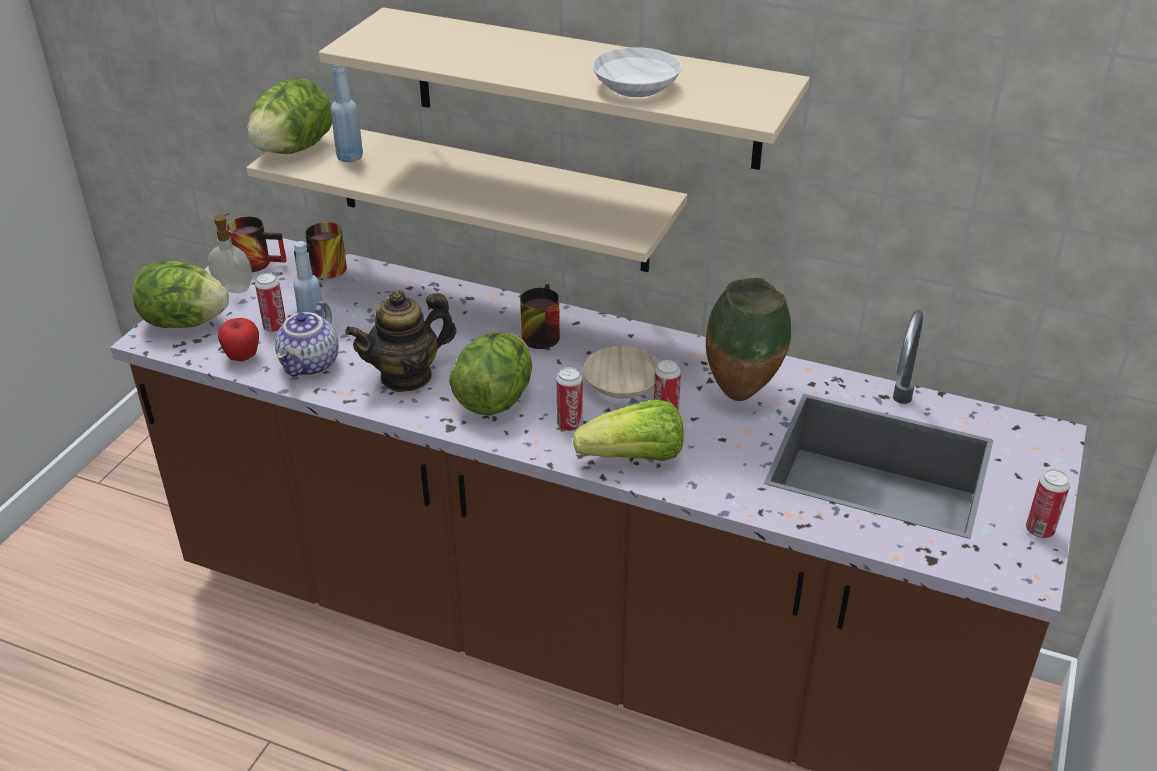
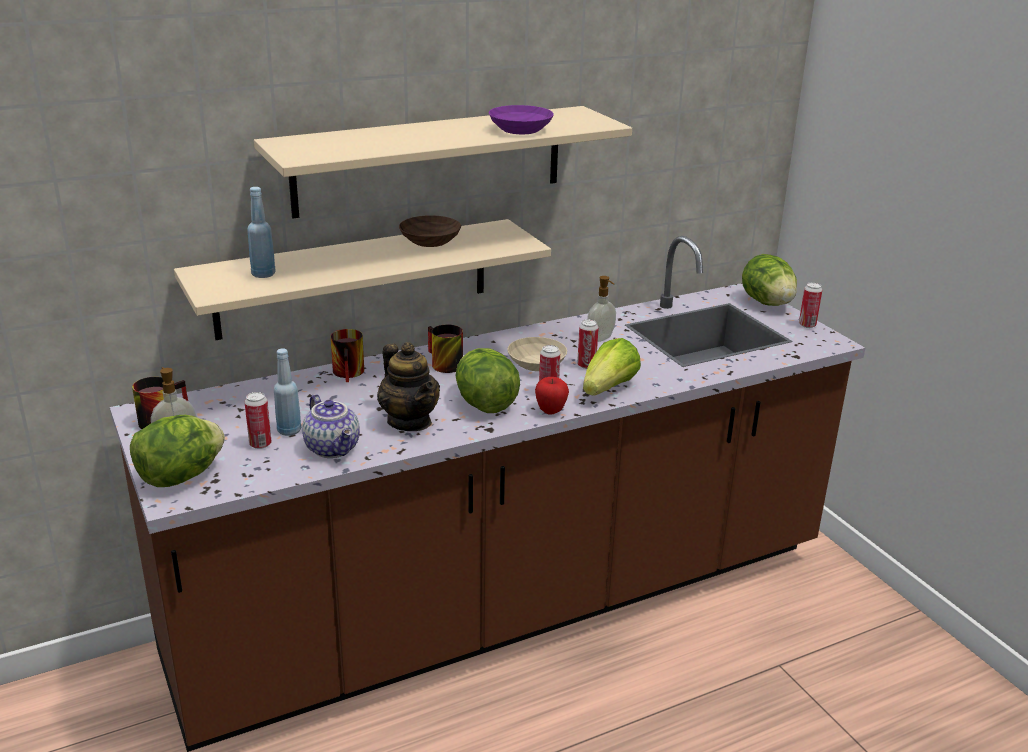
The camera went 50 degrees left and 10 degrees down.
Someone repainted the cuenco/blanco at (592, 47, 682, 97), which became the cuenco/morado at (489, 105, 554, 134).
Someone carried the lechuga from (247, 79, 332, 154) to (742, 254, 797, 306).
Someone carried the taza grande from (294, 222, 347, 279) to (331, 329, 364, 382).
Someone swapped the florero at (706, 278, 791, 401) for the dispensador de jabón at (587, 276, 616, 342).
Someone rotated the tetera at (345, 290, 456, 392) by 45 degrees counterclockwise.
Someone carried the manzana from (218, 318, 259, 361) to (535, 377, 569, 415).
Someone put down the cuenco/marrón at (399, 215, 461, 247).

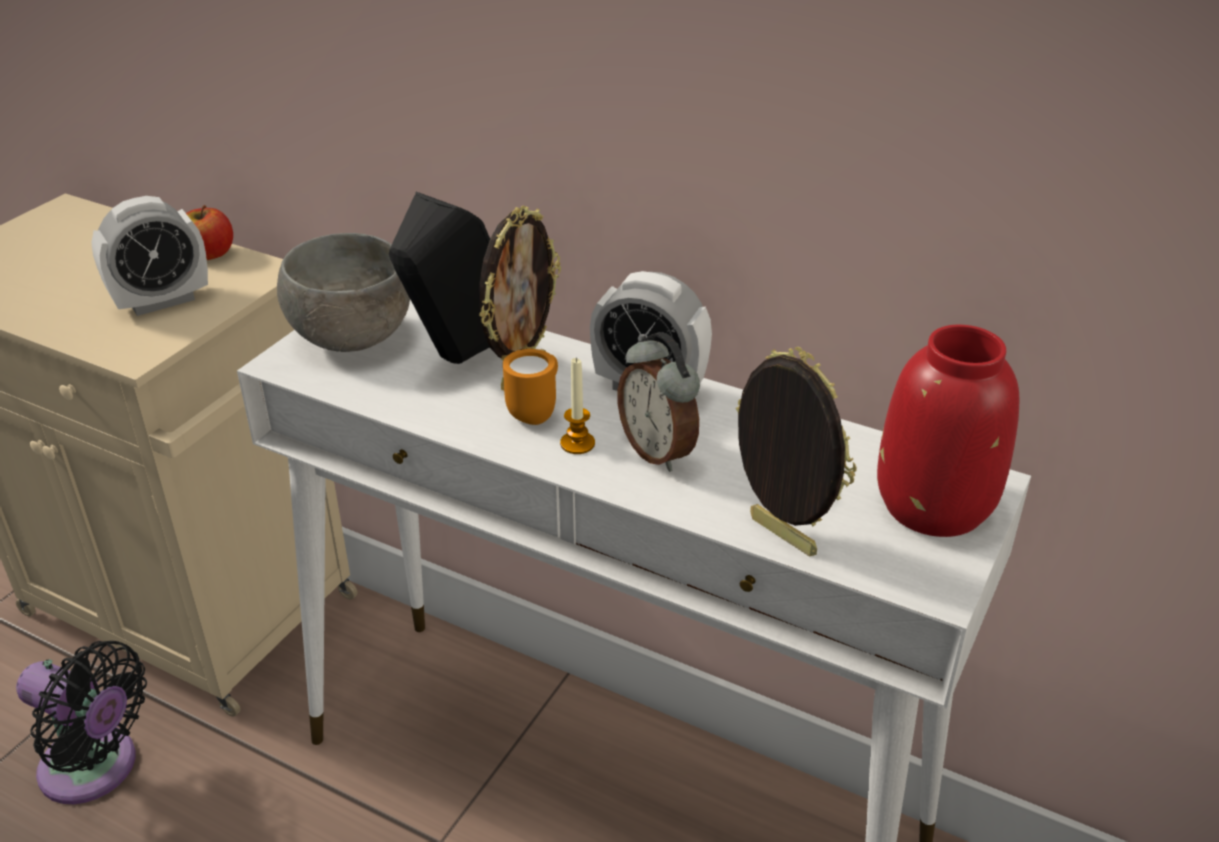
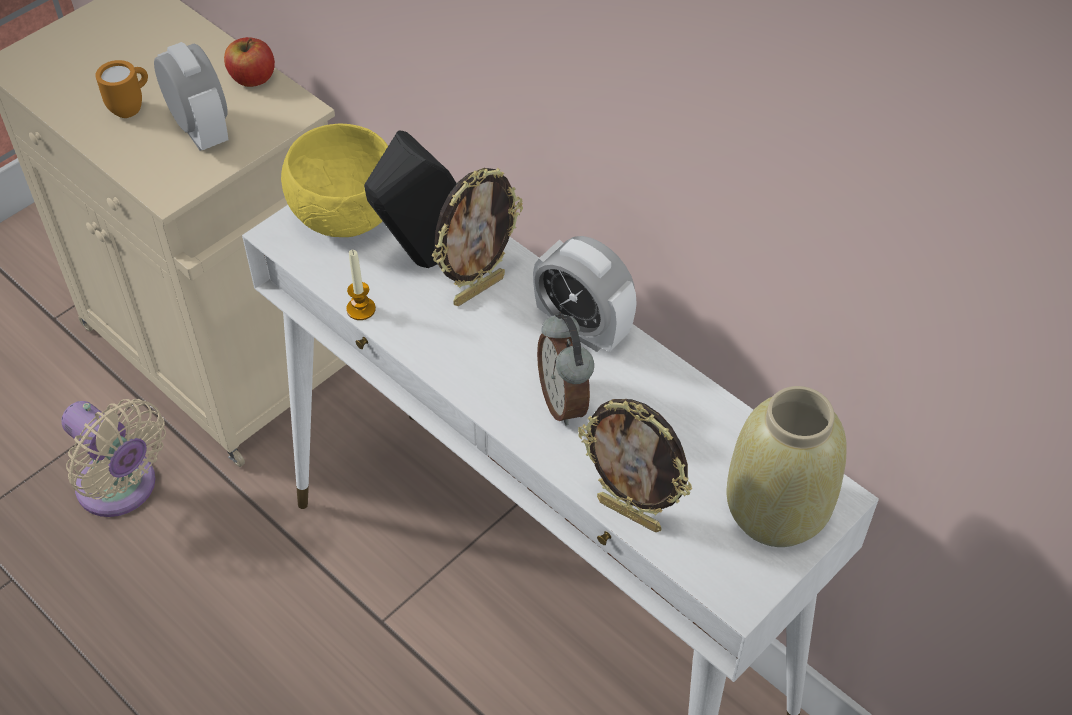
The camera went 15 degrees right and 15 degrees up.
Someone rotated the despertador at (91, 196, 208, 316) by 105 degrees counterclockwise.
Someone repainted the cuenco/gris at (277, 233, 410, 352), which became the cuenco/amarillo at (281, 124, 388, 237).
Someone repainted the florero/rojo at (877, 325, 1019, 537), which became the florero/beis at (726, 386, 846, 547).
Someone rotated the portarretratos at (736, 347, 857, 557) by 150 degrees clockwise.
Someone carried the taza grande/naranja from (503, 349, 558, 425) to (95, 60, 148, 118).
Someone carried the vela from (560, 357, 595, 454) to (346, 250, 376, 320).
Someone repainted the ventilador/negro at (16, 641, 147, 804), which became the ventilador/beis at (61, 399, 166, 517).

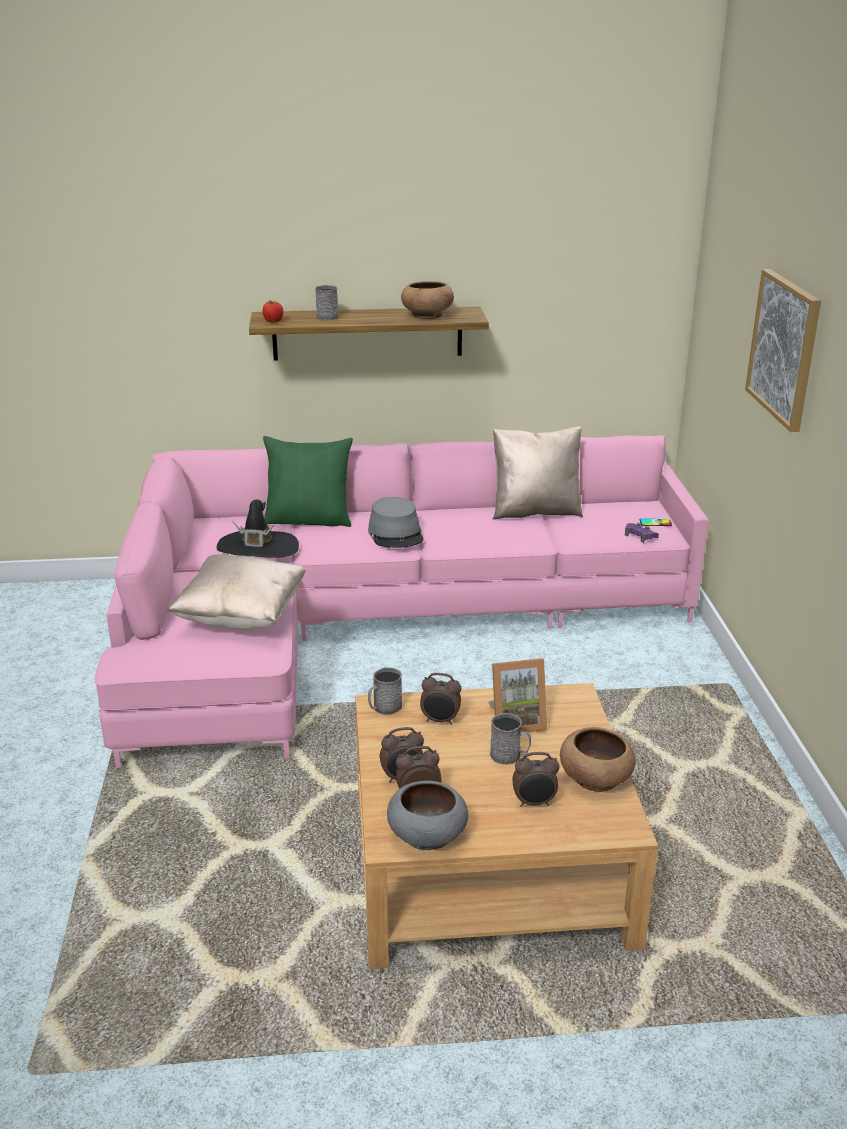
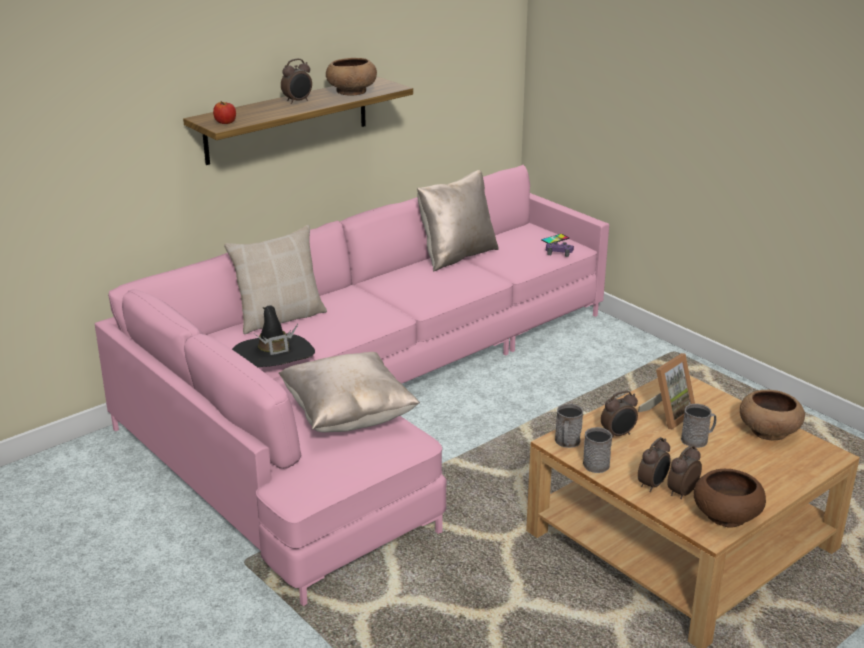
The camera went 35 degrees left and 0 degrees up.
Someone took away the cuadro at (745, 269, 821, 432).
Someone carried the taza grande/gris from (315, 285, 338, 320) to (583, 427, 612, 473).
Someone repainted the cojín/verde at (263, 436, 353, 527), which became the cojín/beis at (224, 225, 327, 334).
Someone took away the sombrero/gris at (368, 497, 424, 548).
Someone carried the despertador from (512, 752, 559, 807) to (281, 59, 312, 104).
Someone repainted the cuenco/gris at (387, 781, 468, 850), which became the cuenco/marrón at (694, 469, 766, 528).

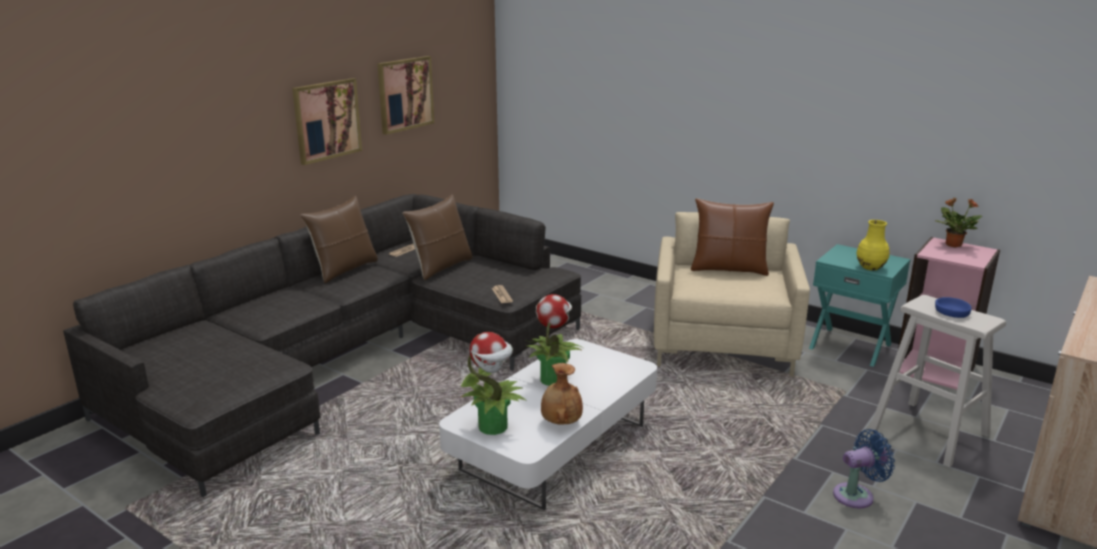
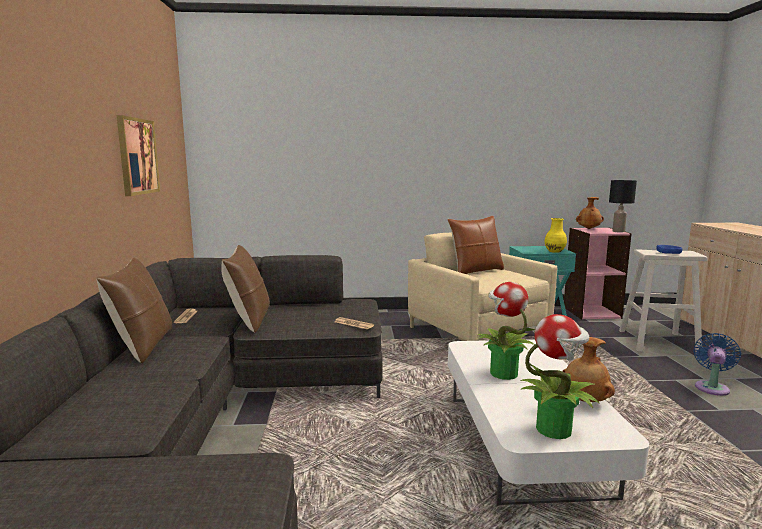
The camera went 40 degrees left and 10 degrees down.
Someone took away the cuadro at (292, 78, 362, 165).
Someone swapped the planta en maceta at (935, 198, 982, 248) for the florero/marrón at (576, 197, 604, 229).
Someone put down the lámpara de mesa/negro at (609, 180, 637, 233).

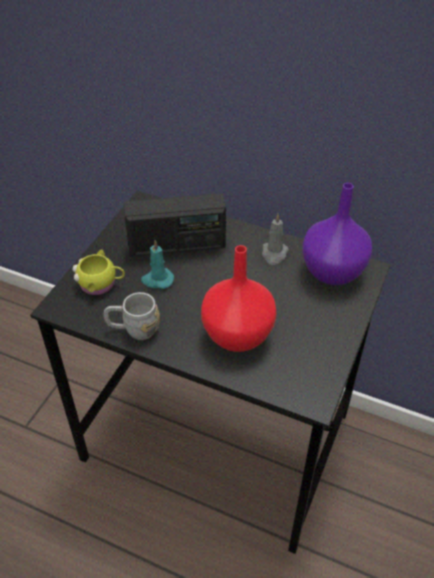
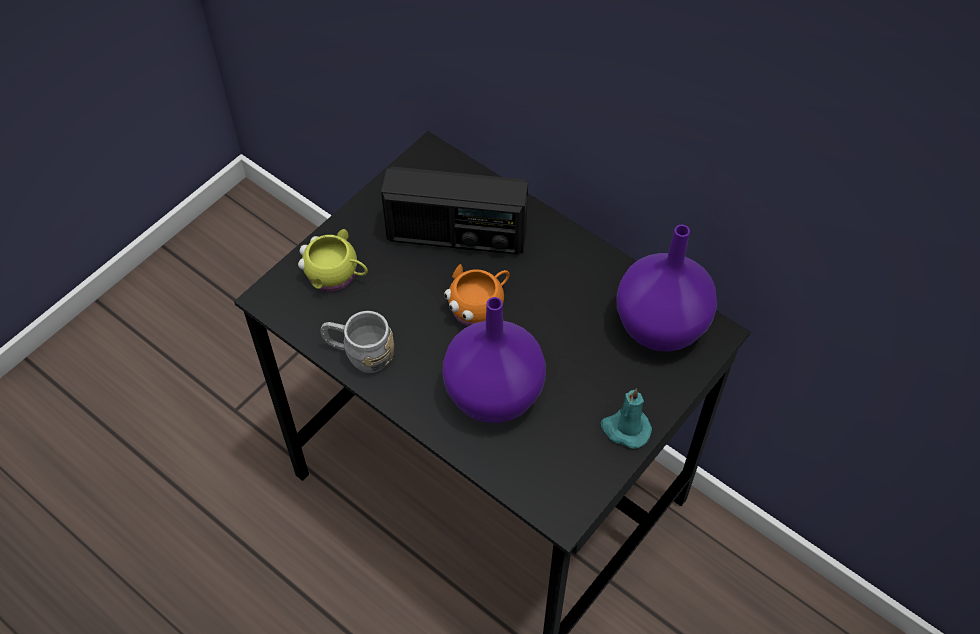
The camera went 15 degrees right and 10 degrees up.
Someone took away the vela/gris at (262, 213, 289, 265).
Someone carried the vela/turquesa from (141, 240, 174, 289) to (601, 388, 652, 449).
Someone repainted the florero/rojo at (201, 245, 276, 352), which became the florero/morado at (443, 297, 546, 423).
Someone put down the taza grande/naranja at (444, 264, 510, 326).

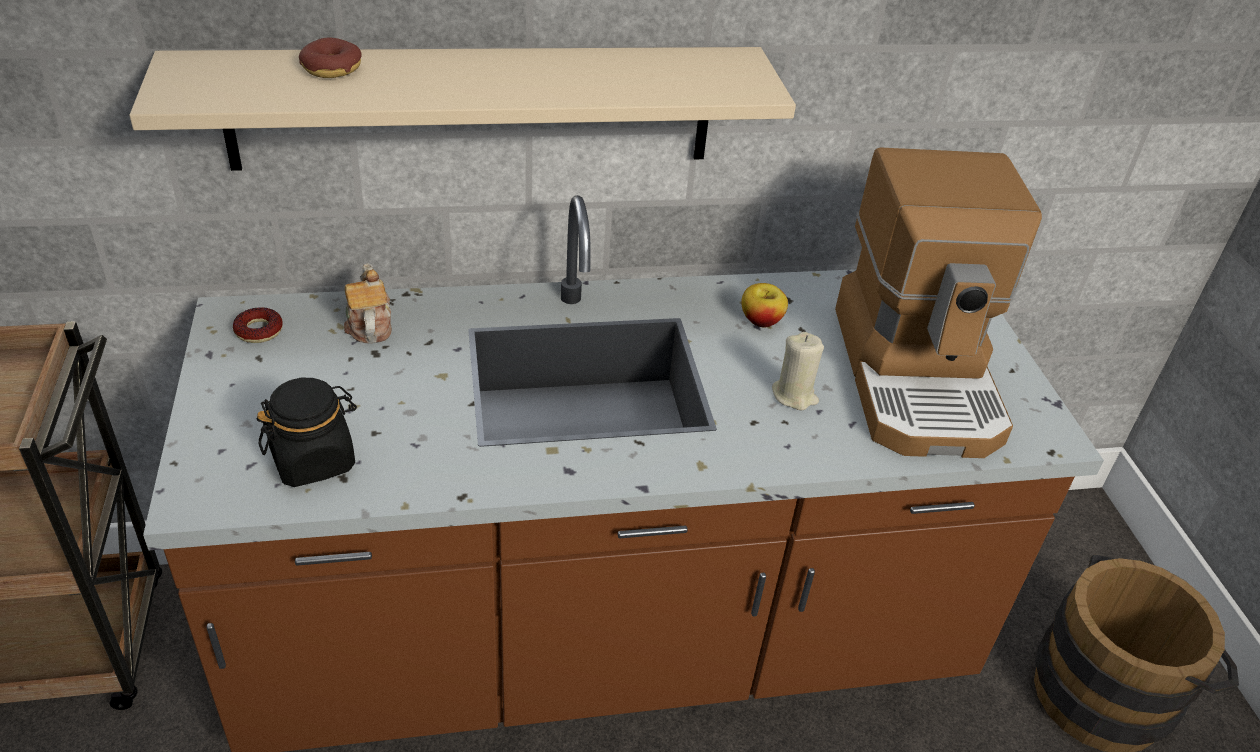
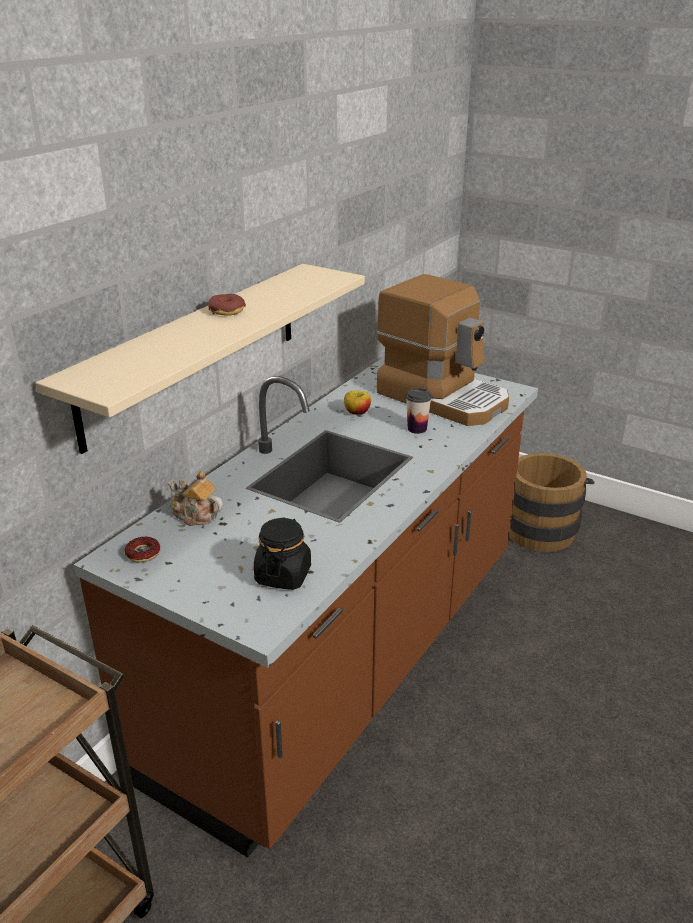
The camera went 45 degrees left and 10 degrees down.
Someone carried the rosquilla from (299, 38, 362, 78) to (208, 294, 246, 316).
Someone swapped the vela/beis at (772, 332, 824, 411) for the taza at (406, 388, 432, 434).

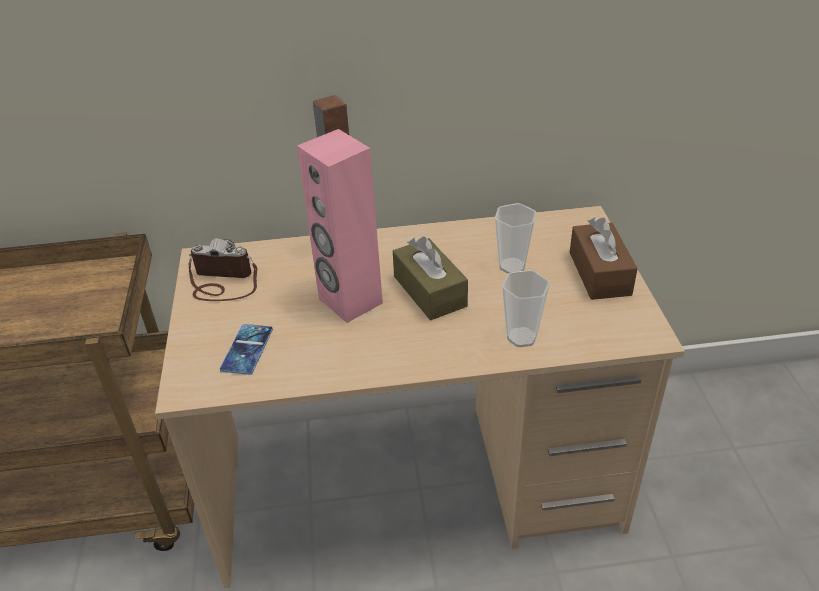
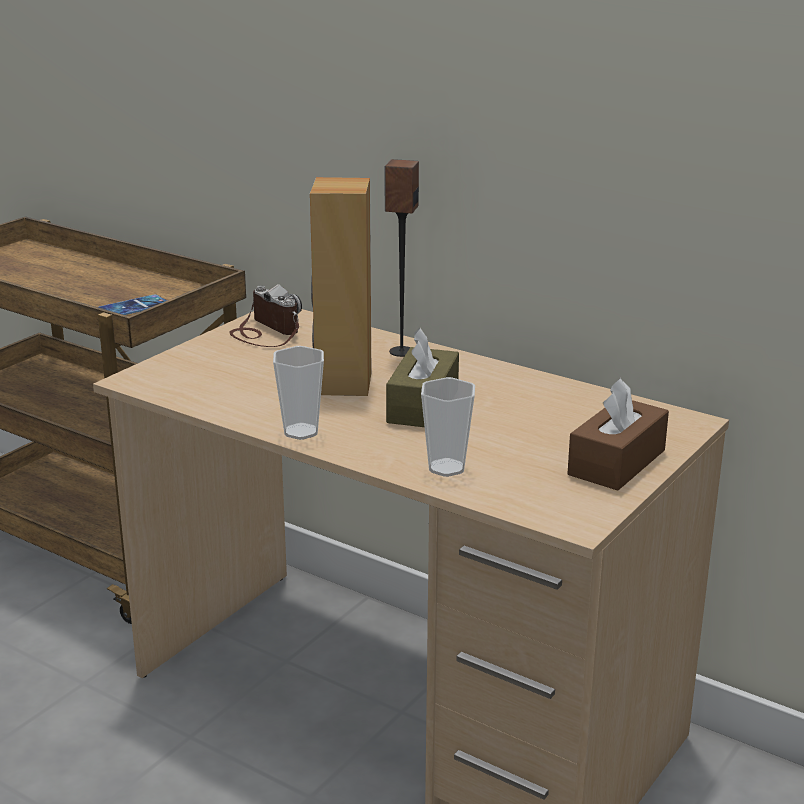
The camera went 40 degrees right and 15 degrees down.
Someone repainted the altavoz/rosa at (297, 129, 383, 323), which became the altavoz/marrón at (310, 177, 371, 396).
Someone carried the taza from (495, 203, 536, 274) to (273, 346, 324, 440).
Someone carried the móvil from (220, 324, 273, 375) to (98, 294, 167, 315).

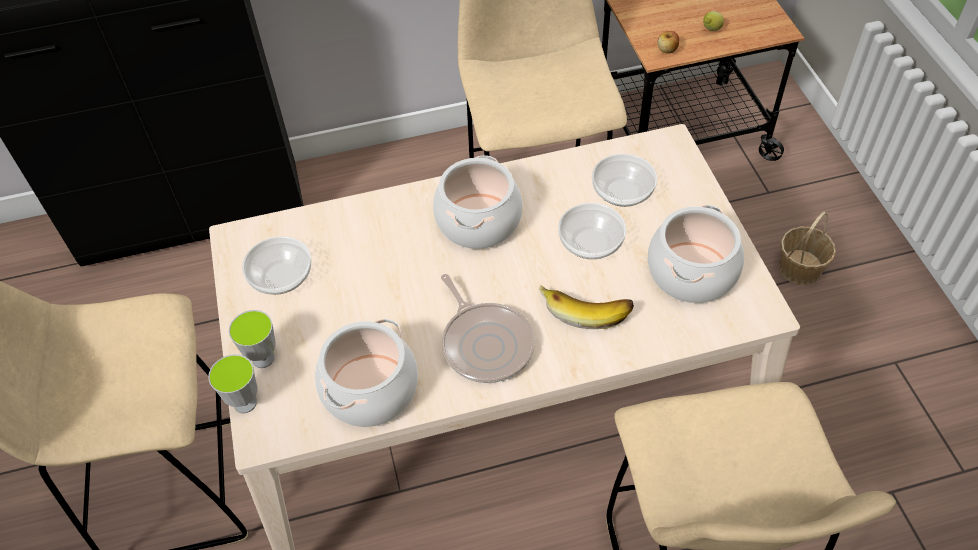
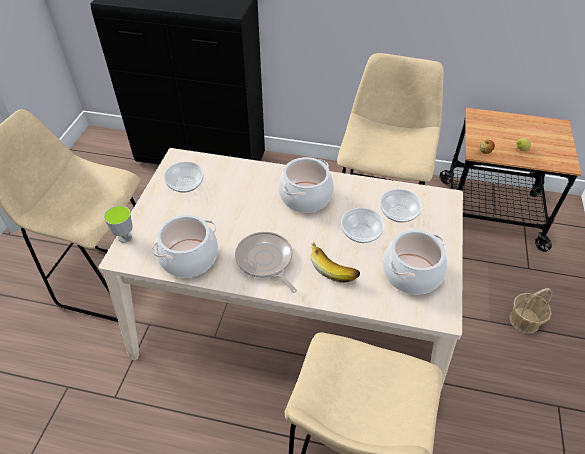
The camera went 25 degrees right and 5 degrees down.
Someone rotated the sartén at (441, 274, 535, 383) by 150 degrees clockwise.
Someone took away the taza at (229, 310, 276, 368).

